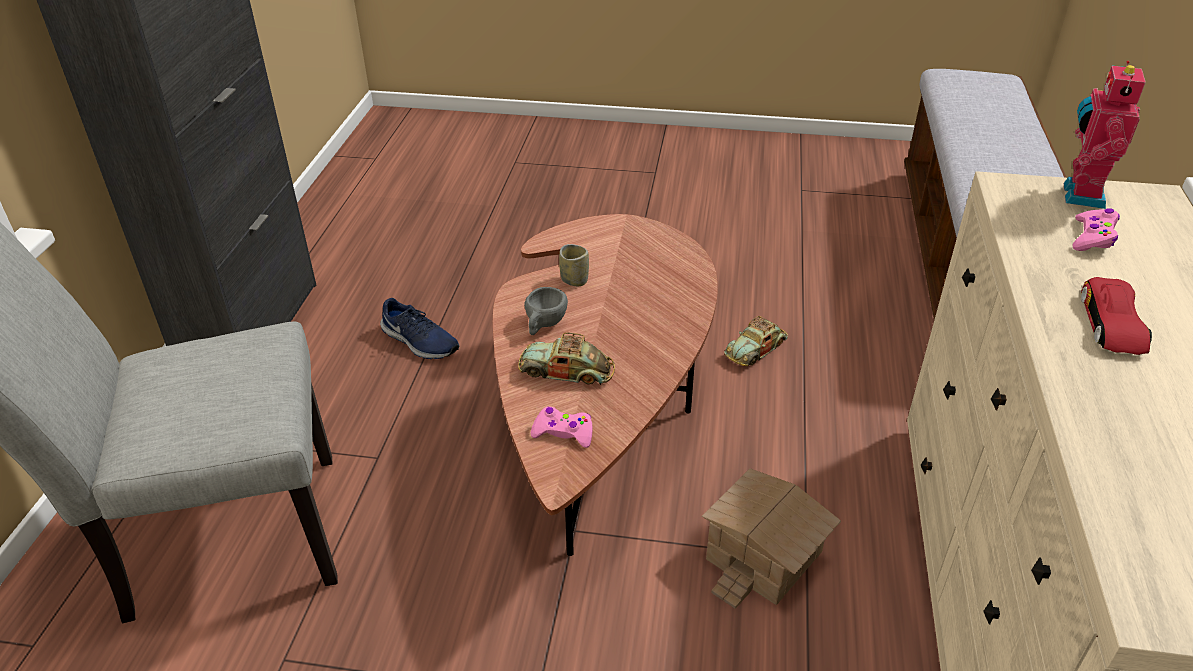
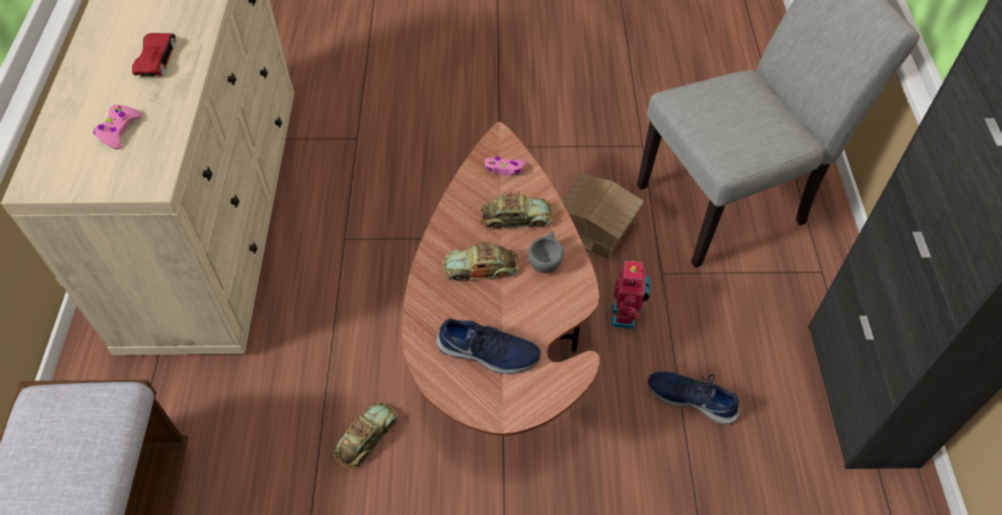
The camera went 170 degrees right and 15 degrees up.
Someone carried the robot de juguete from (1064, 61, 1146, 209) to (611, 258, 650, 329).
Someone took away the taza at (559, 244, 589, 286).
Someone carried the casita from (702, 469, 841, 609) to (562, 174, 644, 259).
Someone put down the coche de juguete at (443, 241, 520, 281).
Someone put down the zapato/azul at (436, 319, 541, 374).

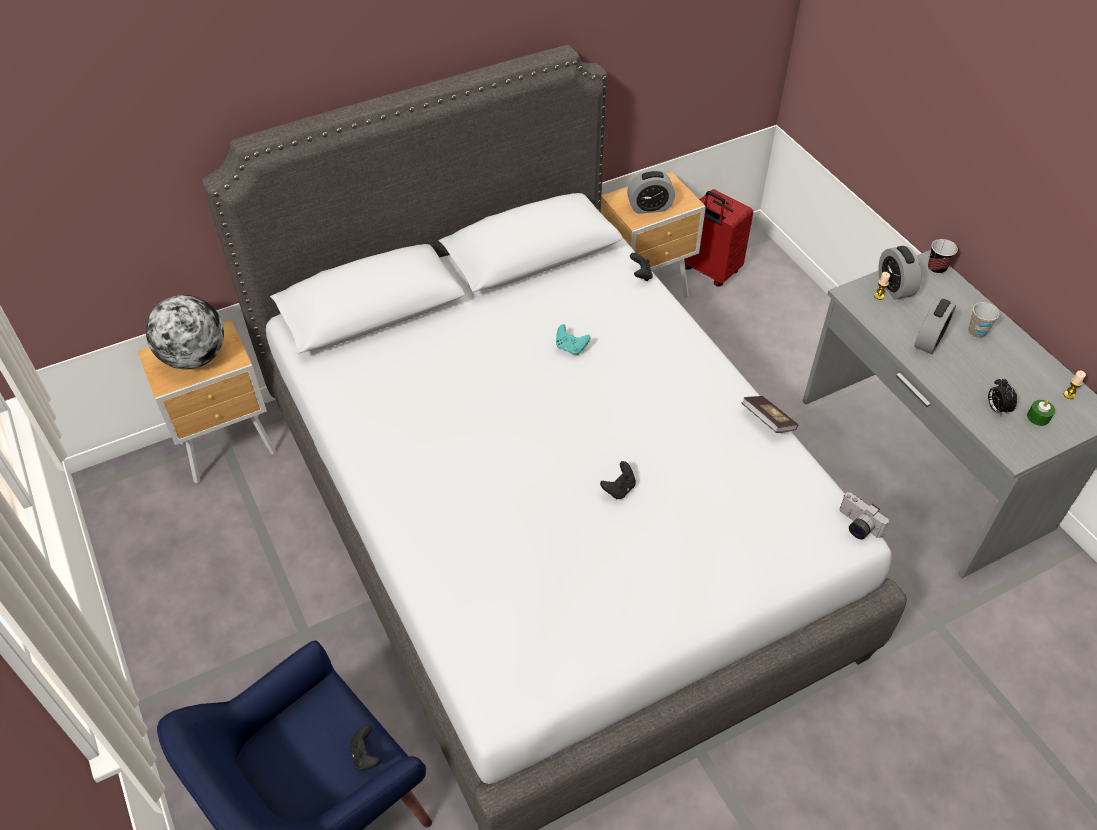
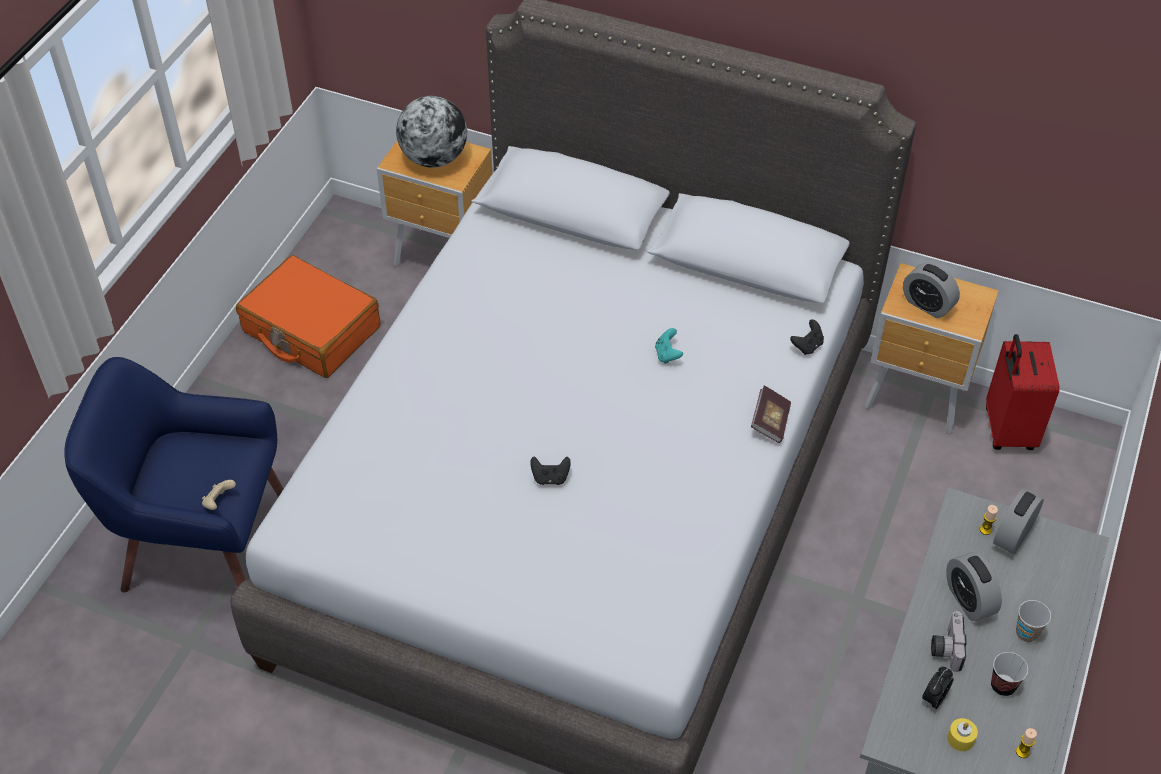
The camera went 50 degrees right and 0 degrees up.
Someone carried the taza from (928, 239, 958, 274) to (991, 652, 1028, 696).
Someone rotated the despertador at (914, 298, 956, 354) by 75 degrees clockwise.
Someone carried the libro from (741, 396, 798, 433) to (751, 385, 791, 443).
Someone repainted the vela/verde at (1027, 400, 1055, 426), which became the vela/amarillo at (947, 718, 978, 751).
Someone carried the cámara from (840, 492, 889, 539) to (931, 611, 967, 672).
Someone repainted the mando de consola/negro at (350, 725, 381, 771), which became the mando de consola/beis at (202, 480, 236, 510).
Someone put down the maleta/naranja at (236, 255, 381, 378).

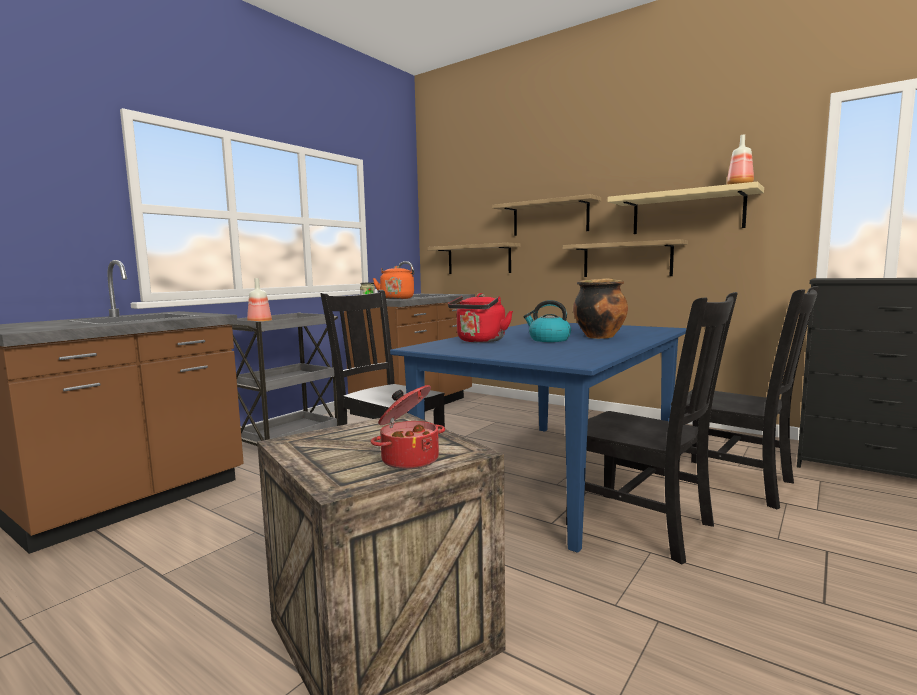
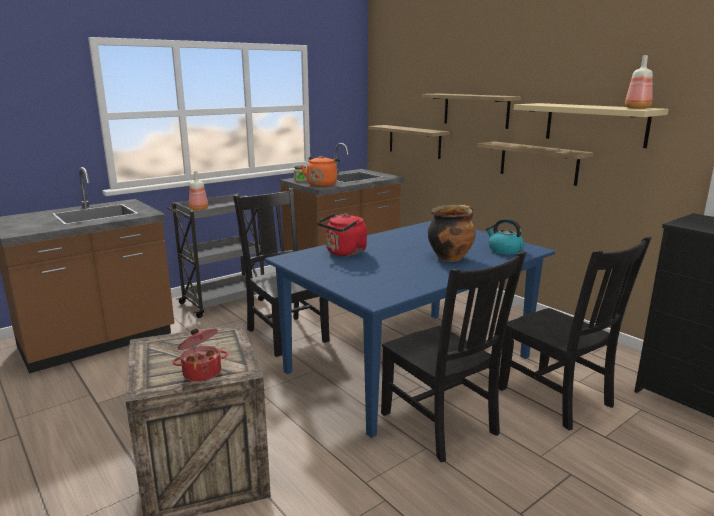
The camera went 15 degrees right and 10 degrees up.
Someone carried the hervidor from (523, 300, 571, 342) to (486, 218, 524, 255).

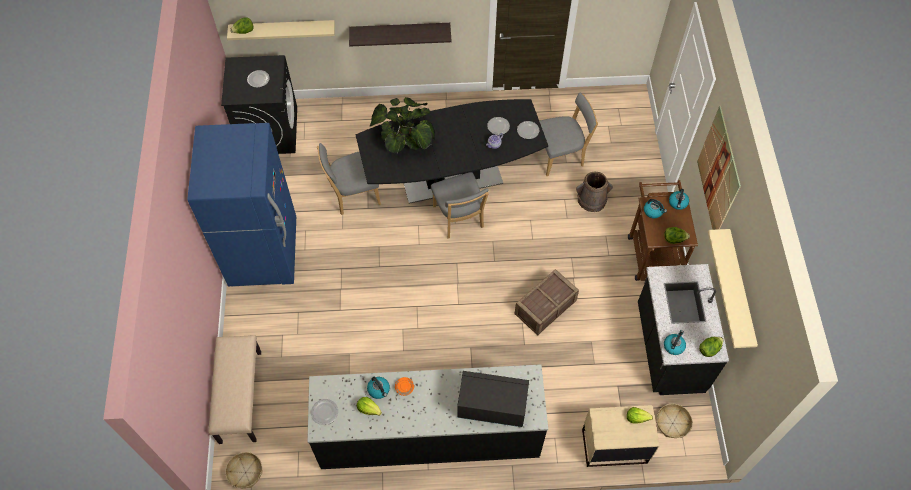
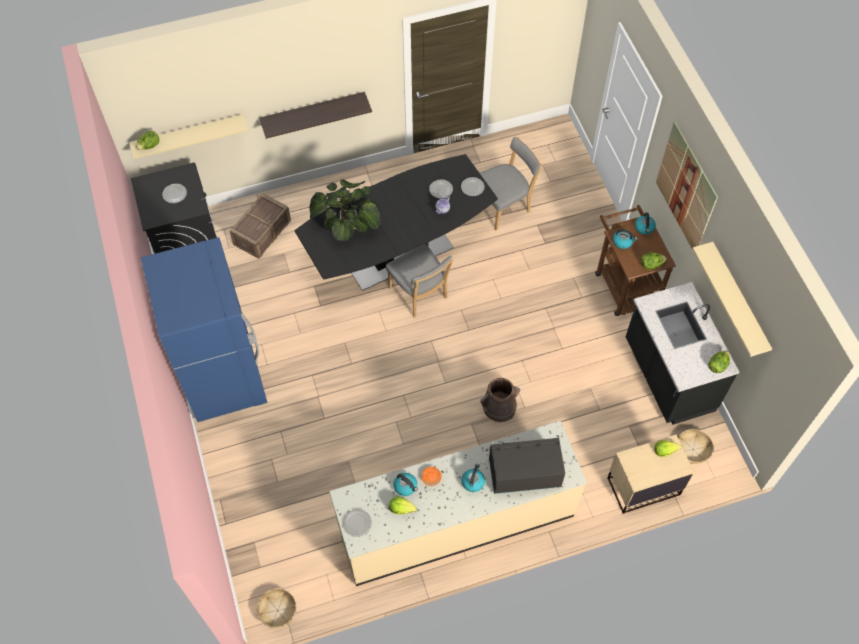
The camera went 15 degrees left and 0 degrees up.
Someone took away the silla/gris at (317, 143, 381, 215).
Someone carried the cubo/marrón from (576, 172, 613, 212) to (480, 378, 520, 422).
Someone carried the caja de embalaje from (515, 269, 579, 336) to (230, 193, 291, 259).
Someone carried the hervidor from (664, 330, 686, 355) to (461, 464, 485, 492).
Someone took away the banco/beis at (208, 335, 261, 444).
Someone repainted the mueble bajo de cocina/negro at (307, 364, 548, 469), which became the mueble bajo de cocina/beis at (329, 421, 587, 586).

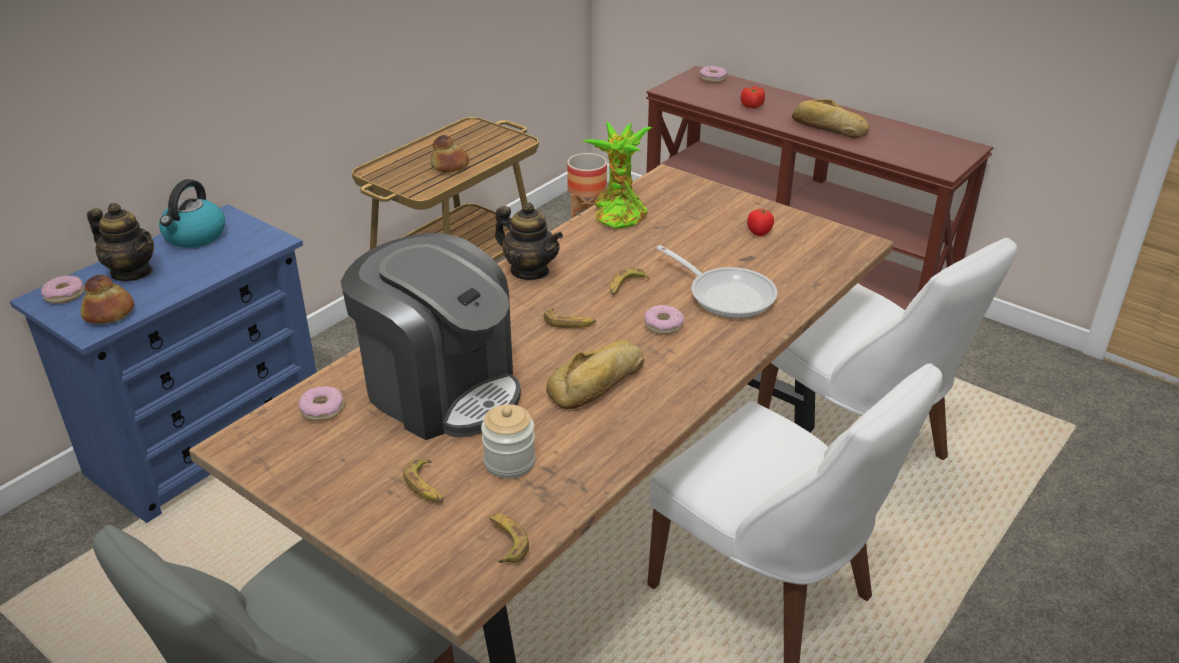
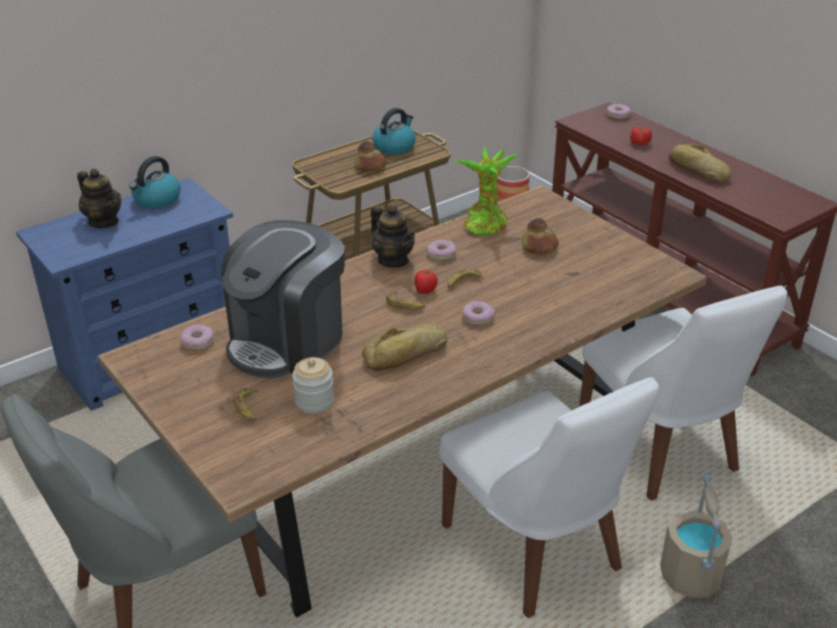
The camera went 15 degrees right and 0 degrees up.
Someone carried the tomate from (747, 208, 774, 236) to (414, 270, 438, 294).
Someone rotated the cafetera at (340, 233, 521, 440) by 75 degrees clockwise.
Someone took away the sartén at (656, 245, 777, 318).
Someone carried the pan from (81, 275, 134, 324) to (522, 218, 559, 254).
Someone carried the rosquilla from (41, 276, 84, 304) to (427, 240, 456, 261).
Someone took away the plátano at (489, 514, 529, 563).
Someone put down the hervidor at (372, 108, 416, 155).
Someone put down the cubo/beis at (660, 474, 733, 598).

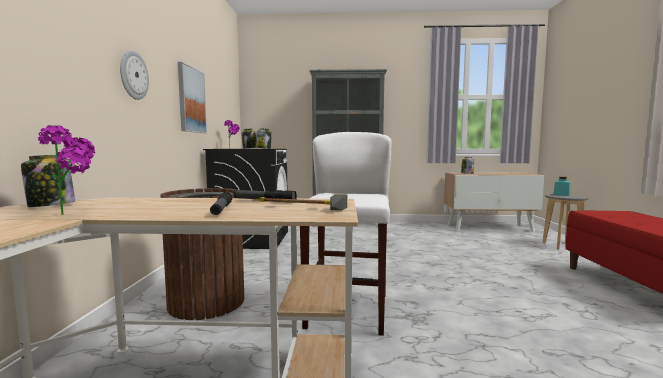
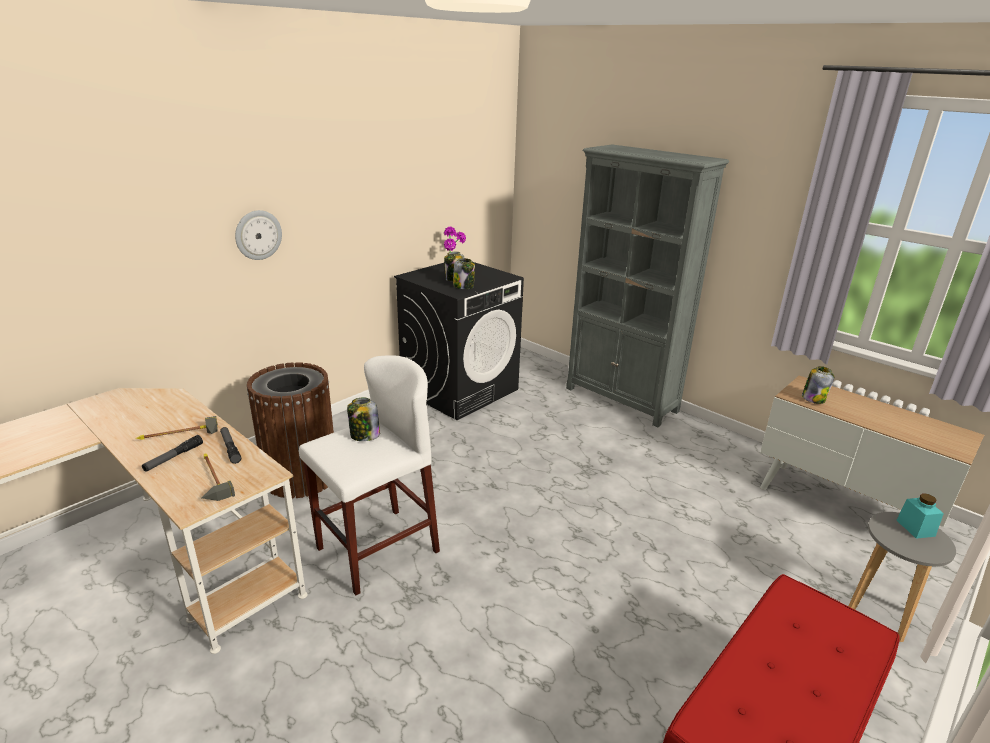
The camera went 40 degrees right and 20 degrees up.
Someone took away the cuadro at (178, 62, 207, 133).
Someone took away the planta en maceta at (38, 125, 95, 215).
Someone carried the tarro from (21, 155, 75, 207) to (347, 397, 380, 441).
Someone put down the martillo at (136, 416, 218, 440).

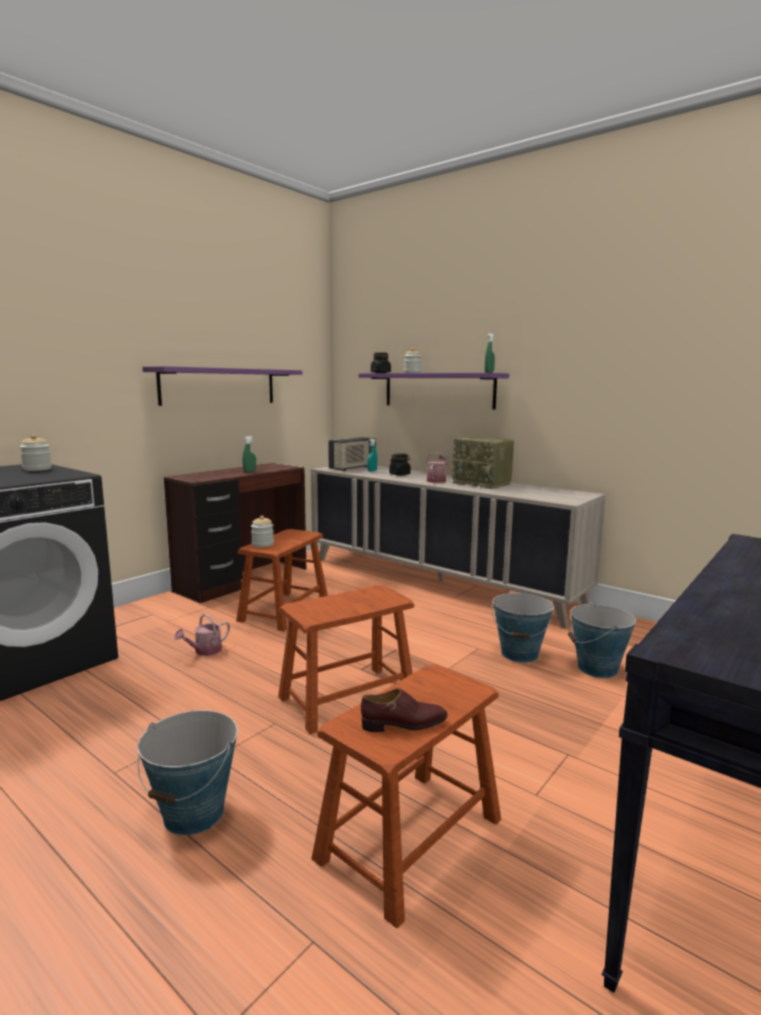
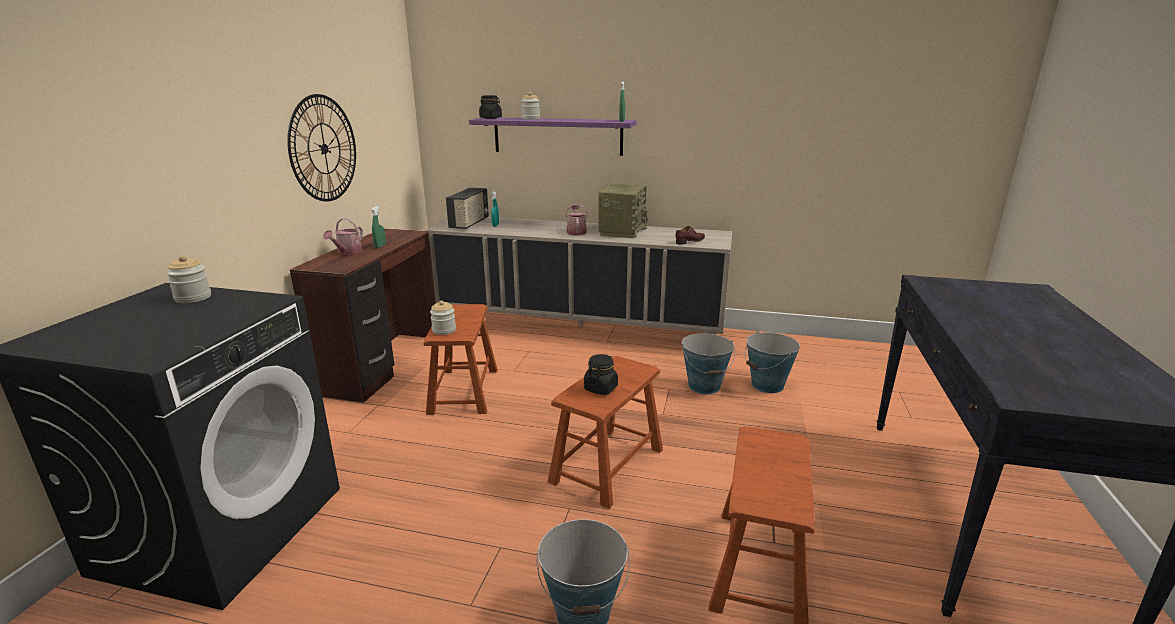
The camera went 25 degrees left and 10 degrees up.
Someone swapped the estante/morado at (143, 366, 302, 406) for the reloj de pared at (287, 94, 356, 202).
Someone rotated the radio at (452, 437, 514, 489) by 90 degrees counterclockwise.
Someone carried the tarro/negro from (389, 453, 411, 476) to (584, 354, 618, 395).
Someone carried the regadera from (174, 613, 230, 656) to (323, 218, 363, 255).
Someone carried the zapato/marrón from (361, 688, 448, 732) to (675, 226, 705, 245).

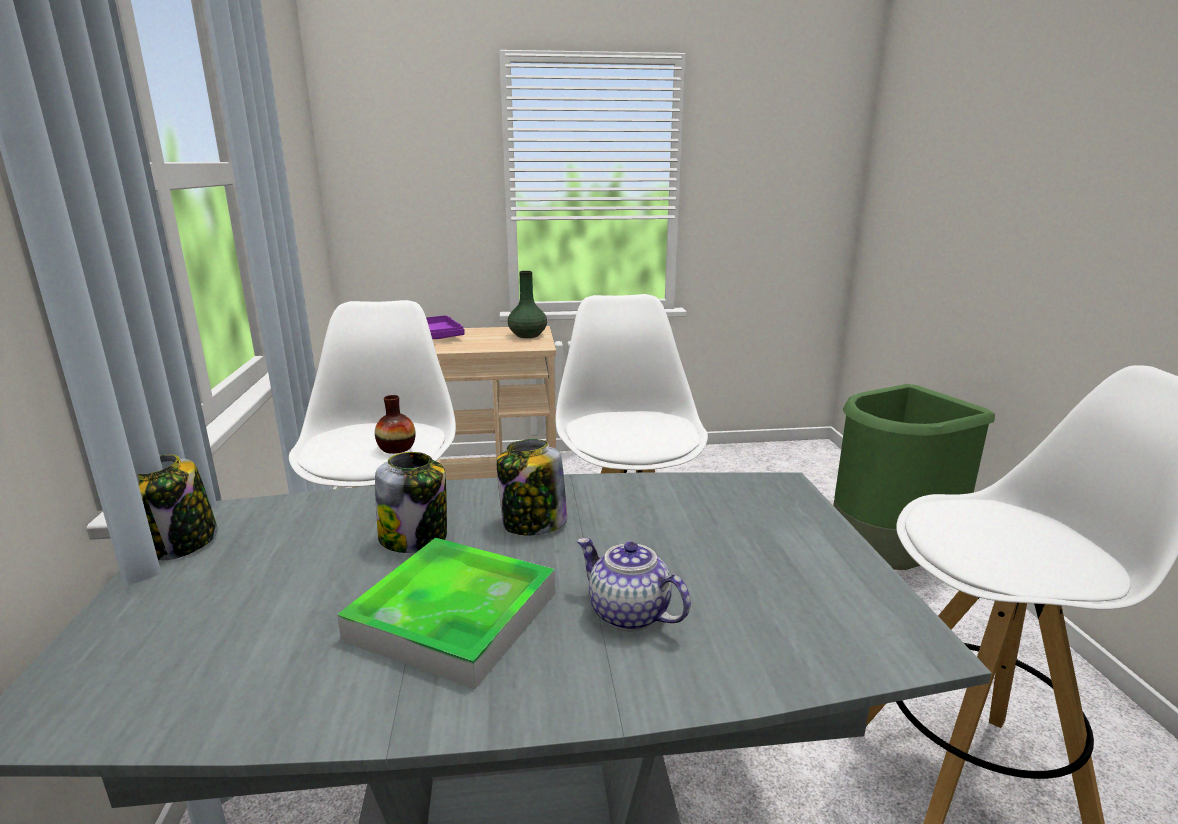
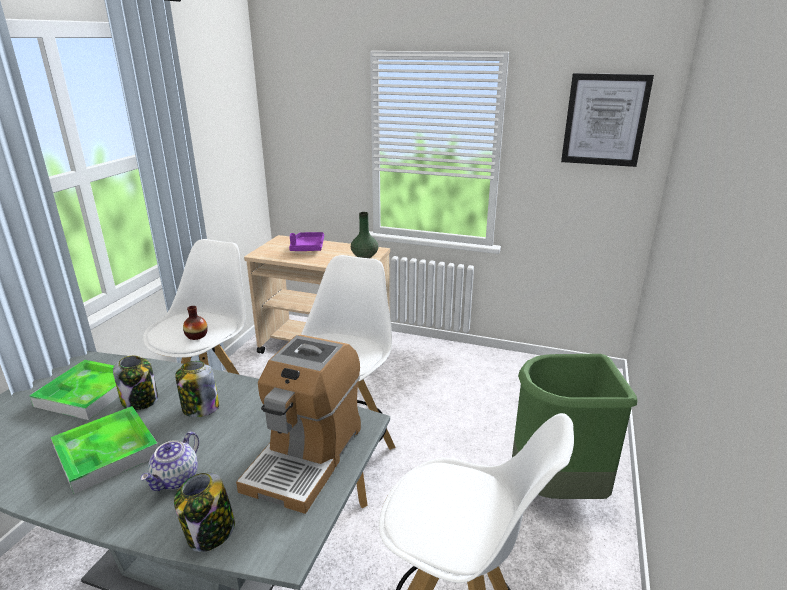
The camera went 25 degrees right and 5 degrees up.
Someone carried the tarro from (137, 454, 218, 560) to (174, 473, 235, 552).
Someone rotated the tetera at (577, 538, 691, 631) by 135 degrees counterclockwise.
Someone put up the cuadro at (561, 73, 654, 167).
Someone put down the cafetera at (236, 335, 361, 514).
Someone put down the bandeja at (29, 360, 119, 420).

